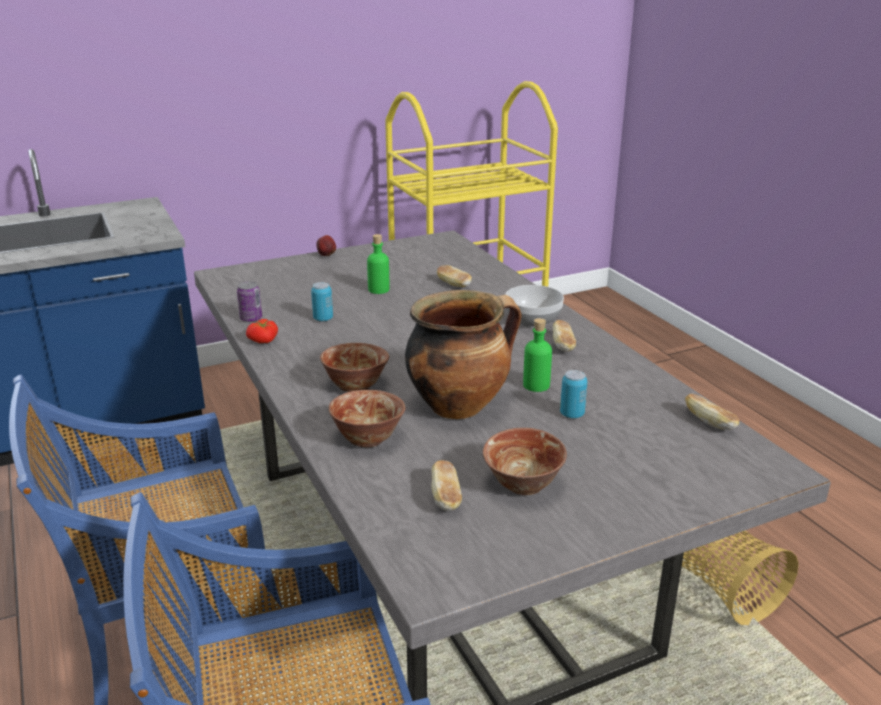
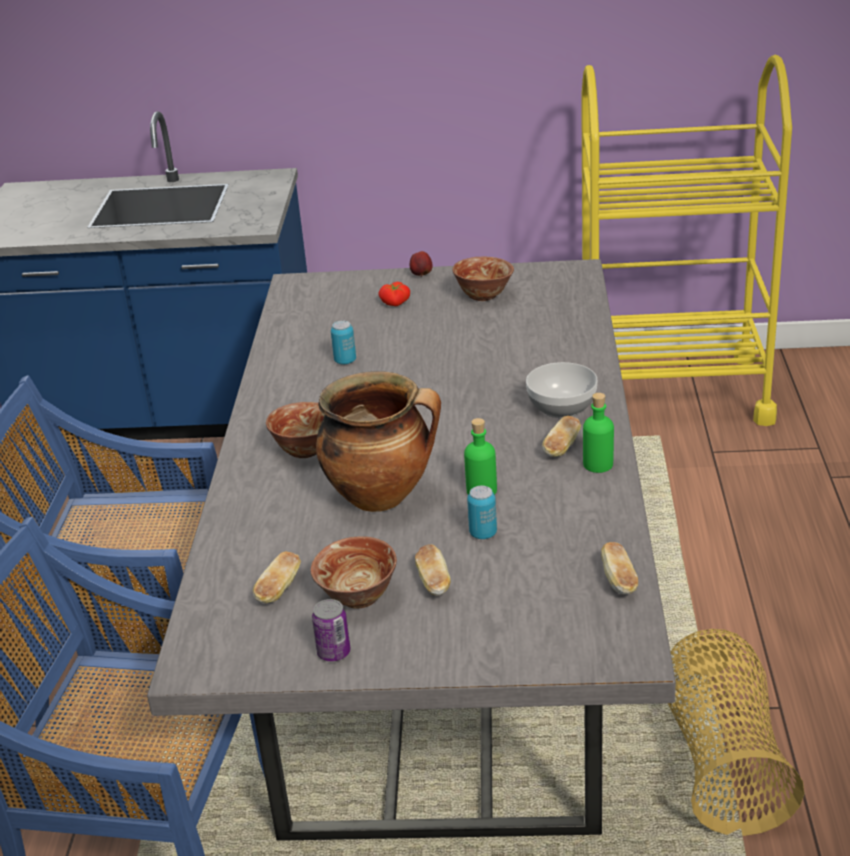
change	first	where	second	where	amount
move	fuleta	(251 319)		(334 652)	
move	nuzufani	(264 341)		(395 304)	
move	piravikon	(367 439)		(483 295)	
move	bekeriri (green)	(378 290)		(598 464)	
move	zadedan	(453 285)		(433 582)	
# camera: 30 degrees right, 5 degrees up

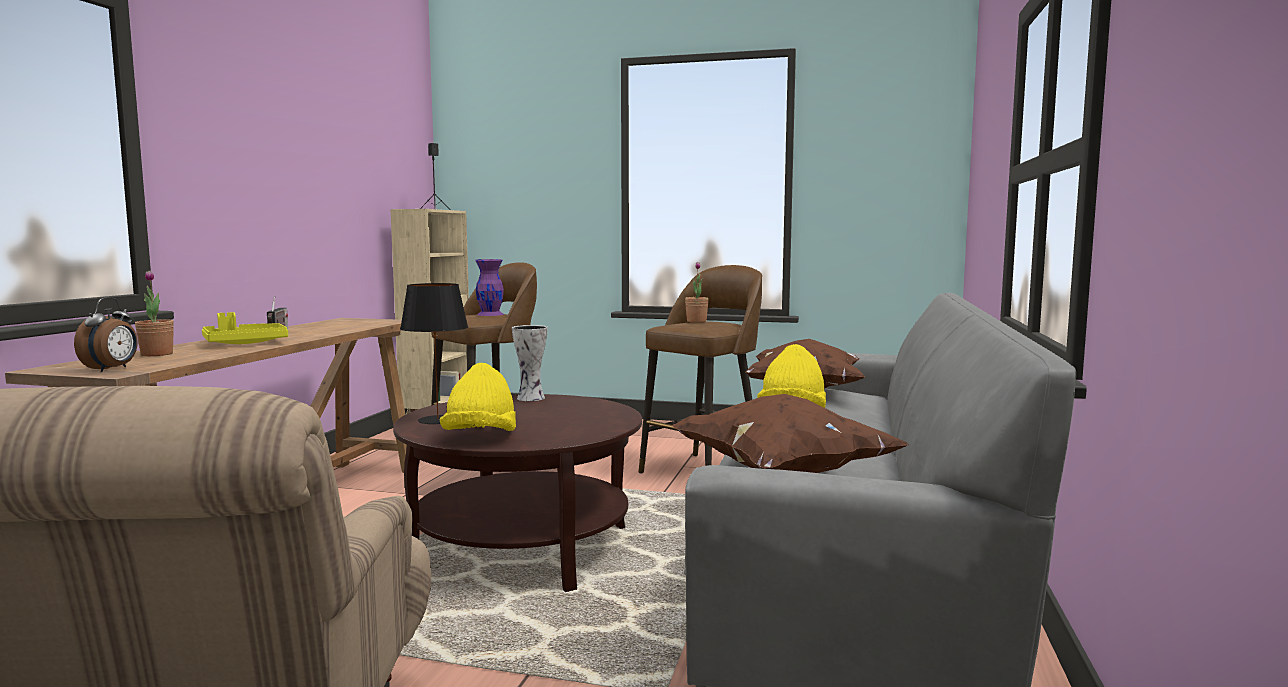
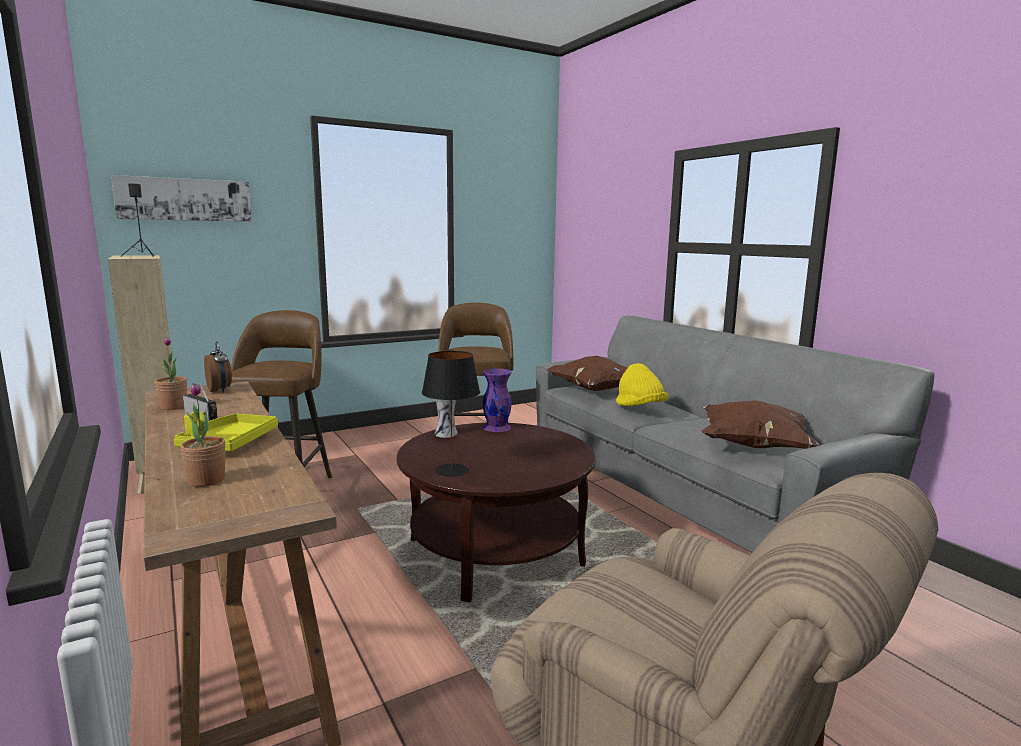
change	first	where	second	where	amount
delete	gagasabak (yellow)	(480 437)			
insert			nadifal	(185 199)	
move	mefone	(112 369)		(220 390)	
move	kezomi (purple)	(490 314)		(496 427)	
move	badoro	(696 321)		(173 407)	
# camera: 45 degrees left, 5 degrees up

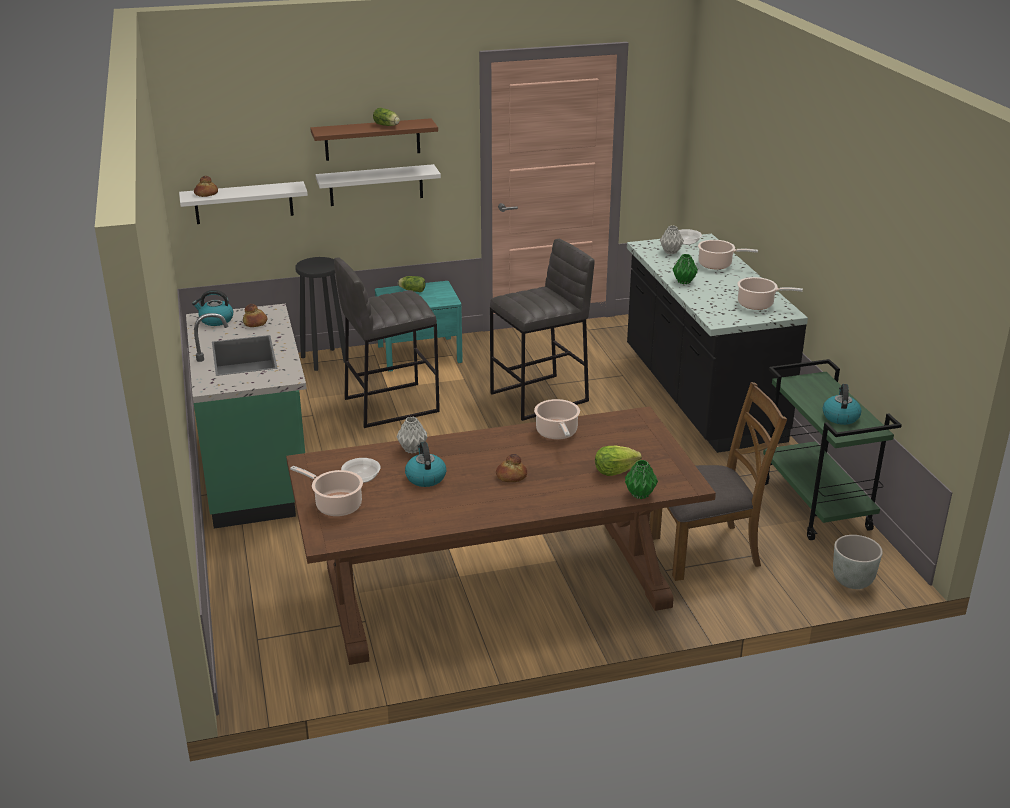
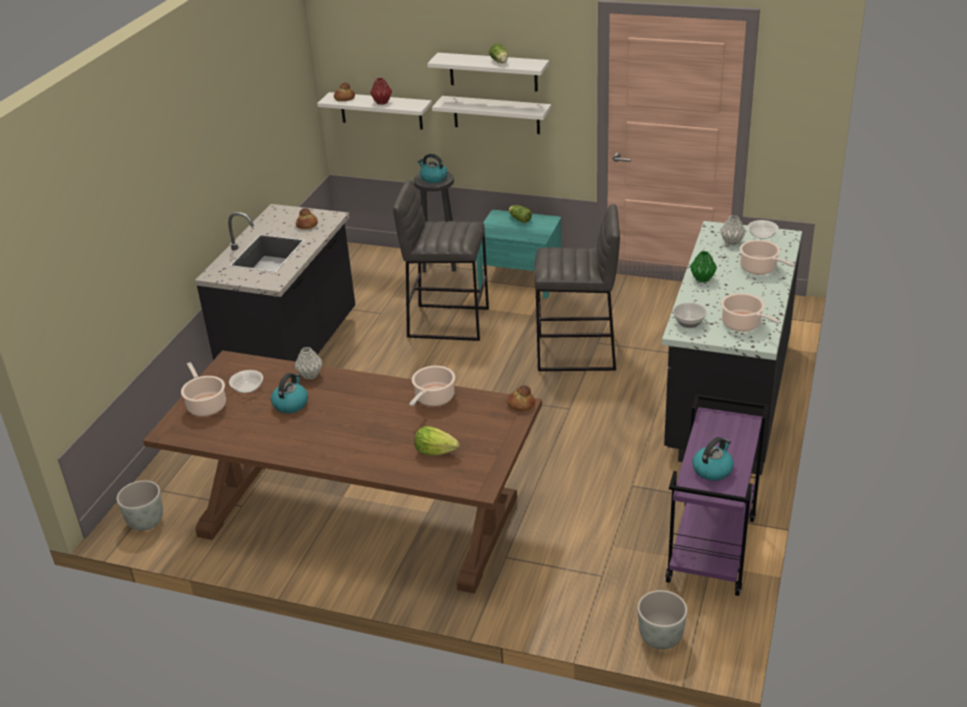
change	first	where	second	where	amount
delete	kezomi (green)	(640 494)			
delete	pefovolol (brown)	(705 551)			
insert			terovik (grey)	(145 522)	
insert			kezomi (red)	(382 102)	
insert			piravikon	(689 323)	
move	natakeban	(216 320)		(433 178)	
move	zadedan	(511 476)		(521 404)	
recolor	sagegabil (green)	(257 473)	sagegabil (black)	(293 352)	
recolor	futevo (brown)	(372 139)	futevo (white)	(493 72)	
recolor	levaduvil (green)	(816 506)	levaduvil (purple)	(712 551)	
# camera: 35 degrees right, 5 degrees up

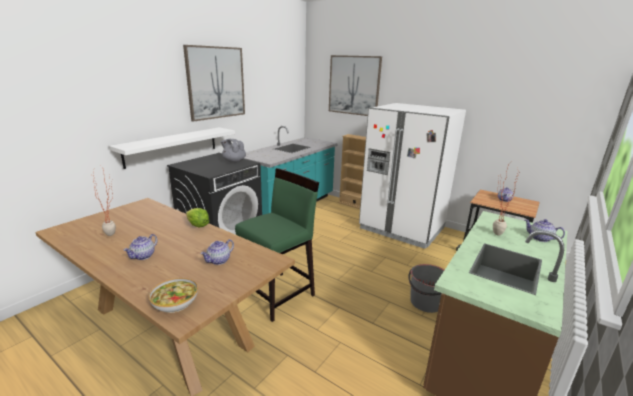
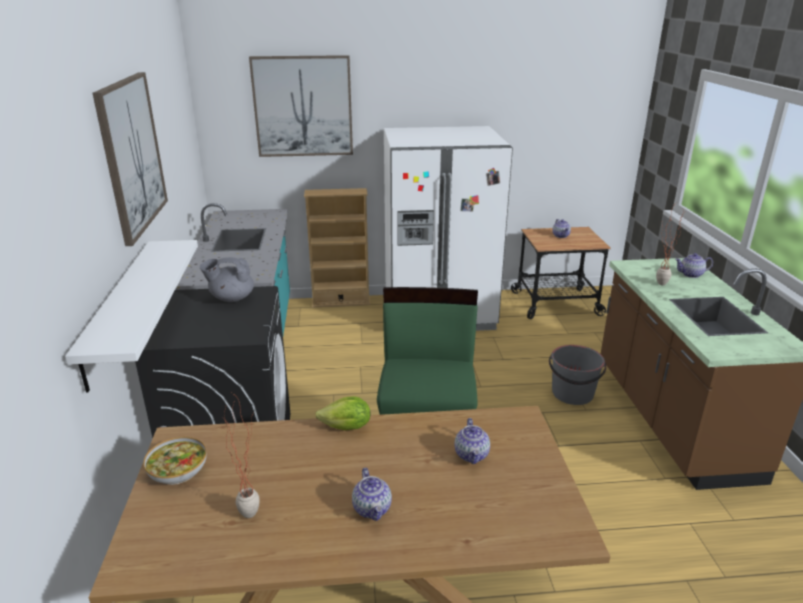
change	first	where	second	where	amount
move	piravikon	(175 303)		(178 471)	
# camera: 40 degrees left, 5 degrees up

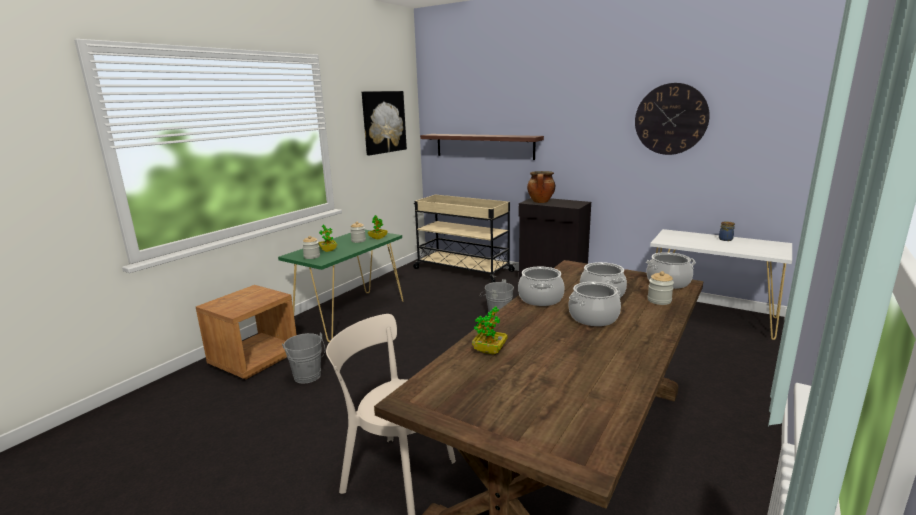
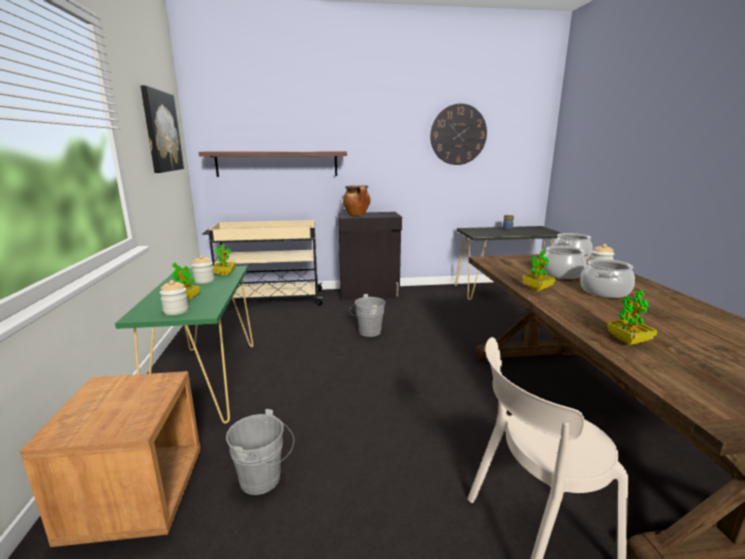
change	first	where	second	where	amount
replace	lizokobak	(540 299)	badoro	(537 288)	
recolor	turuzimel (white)	(710 316)	turuzimel (black)	(504 290)	
# camera: 40 degrees left, 0 degrees up

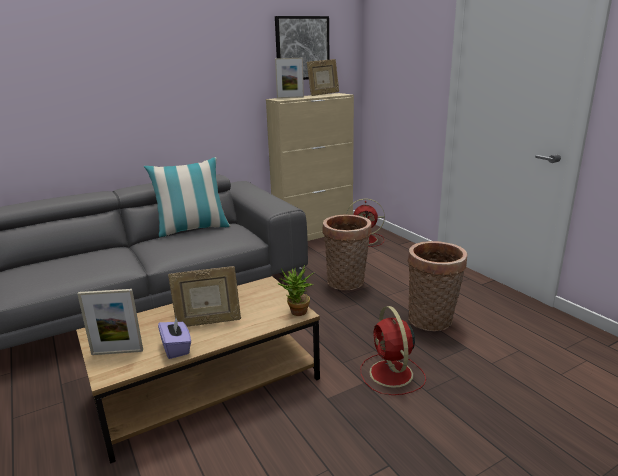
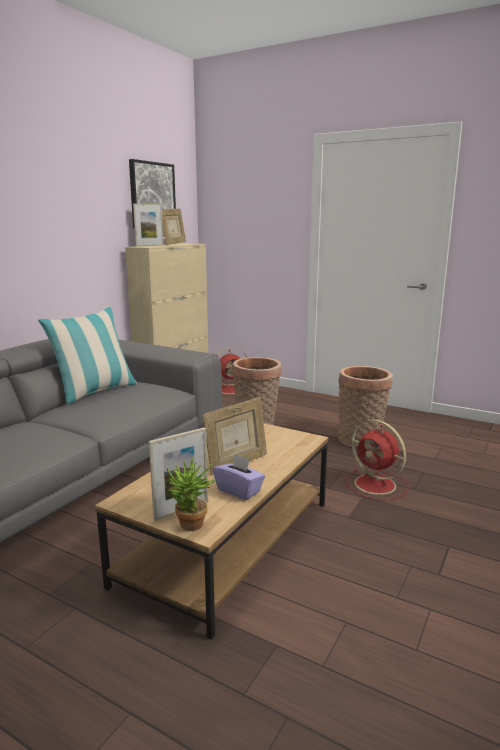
change	first	where	second	where	amount
move	badoro	(296 313)		(191 527)	
# camera: 30 degrees left, 5 degrees down

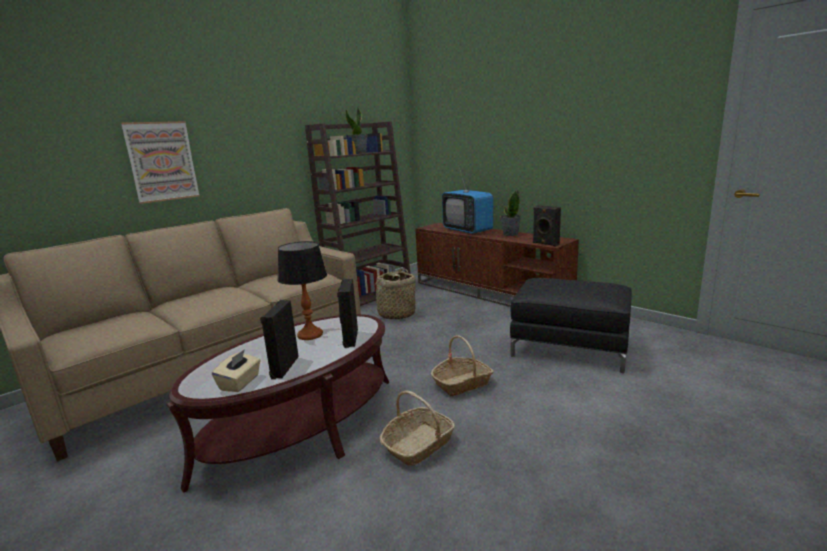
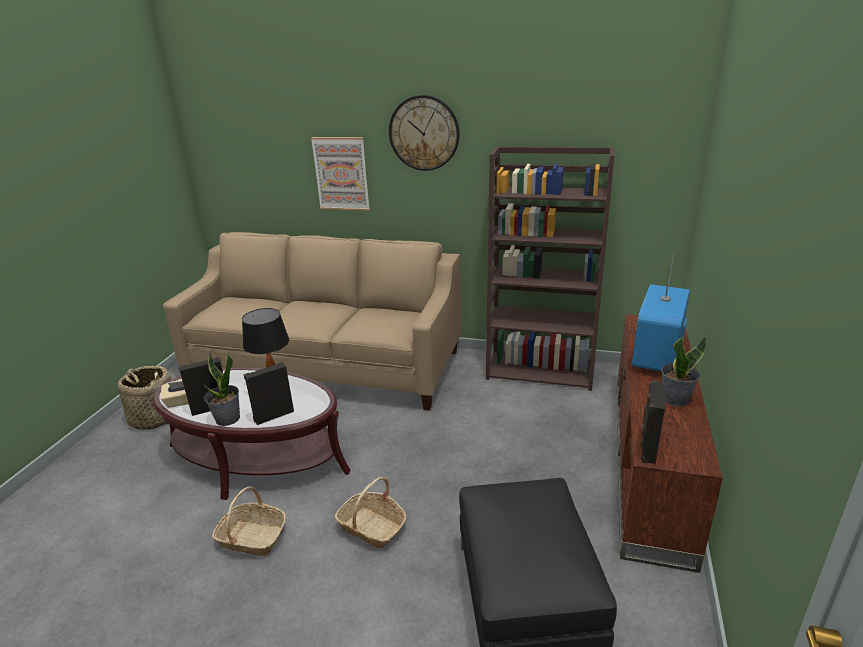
change	first	where	second	where	amount
insert			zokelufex	(424 133)	
move	badoro	(359 153)		(227 419)	
move	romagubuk	(396 314)		(155 418)	
# camera: 60 degrees right, 10 degrees up

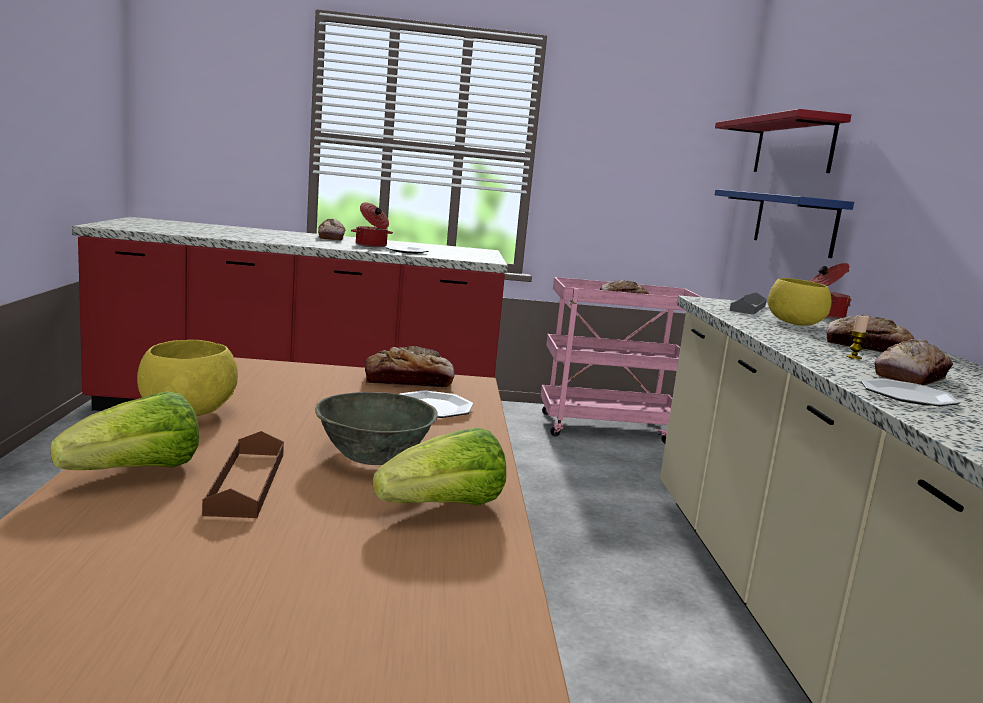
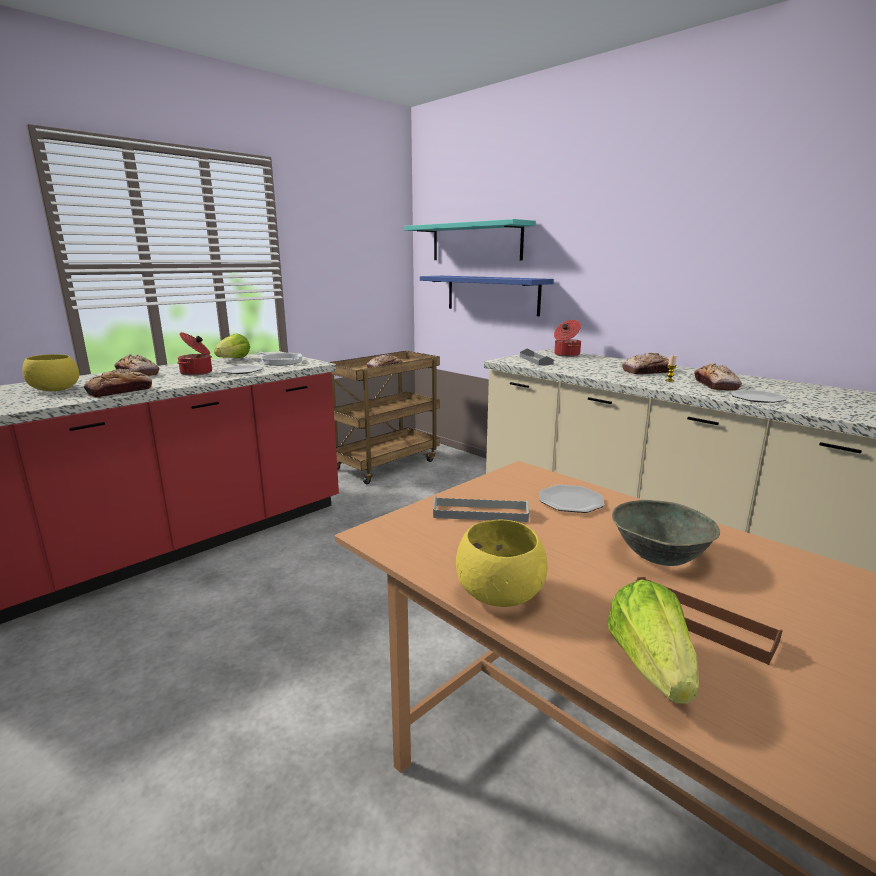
change	first	where	second	where	amount
insert			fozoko	(280 361)	
insert			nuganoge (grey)	(480 513)	
move	zadedan	(408 380)		(120 391)	
move	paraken	(445 507)		(233 359)	
move	piravikon (yellow)	(795 323)		(55 390)	
recolor	levaduvil (pink)	(608 428)	levaduvil (brown)	(386 464)	
recolor	futevo (red)	(793 147)	futevo (turquoise)	(476 242)	
# camera: 40 degrees left, 5 degrees up

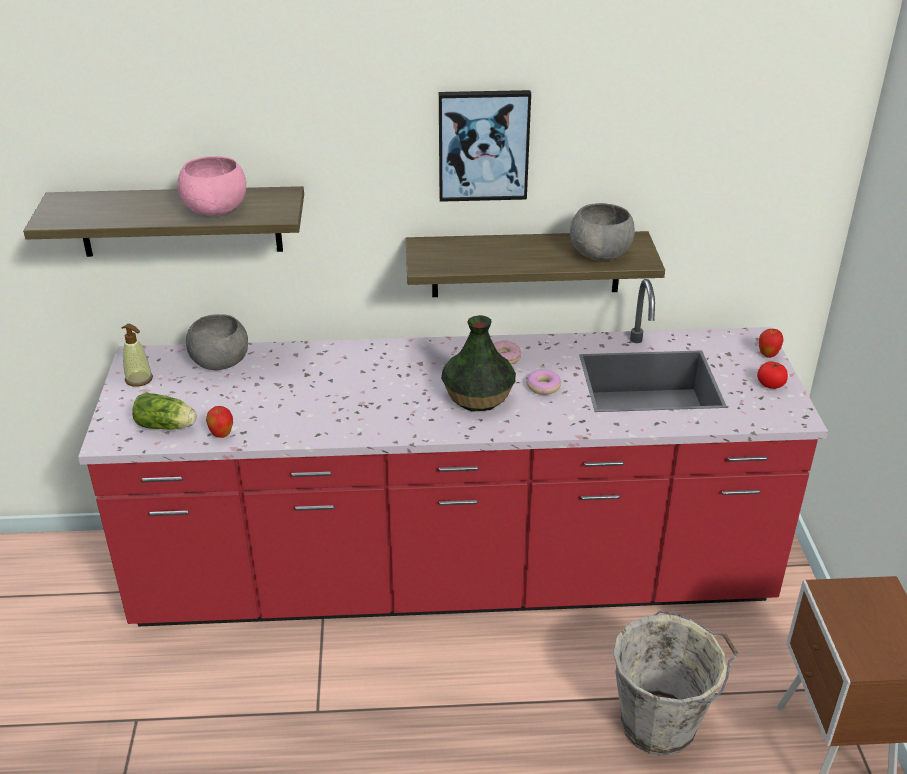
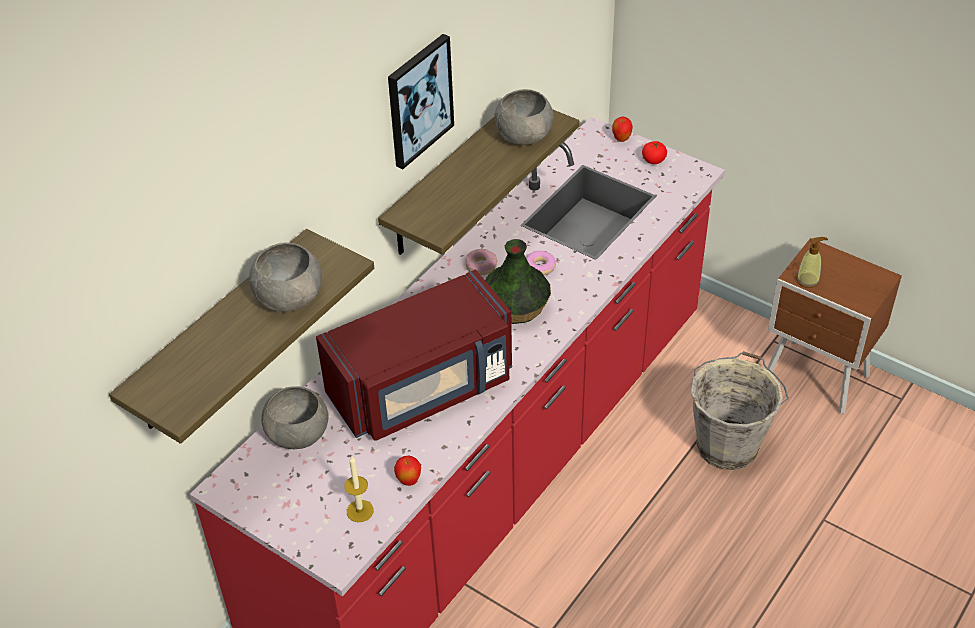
change	first	where	second	where	amount
insert			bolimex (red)	(423 389)	
move	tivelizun	(139 379)		(808 280)	
replace	paraken	(167 426)	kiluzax	(360 511)	
recolor	piravikon (pink)	(214 209)	piravikon (grey)	(289 298)	
# camera: 50 degrees left, 10 degrees up

